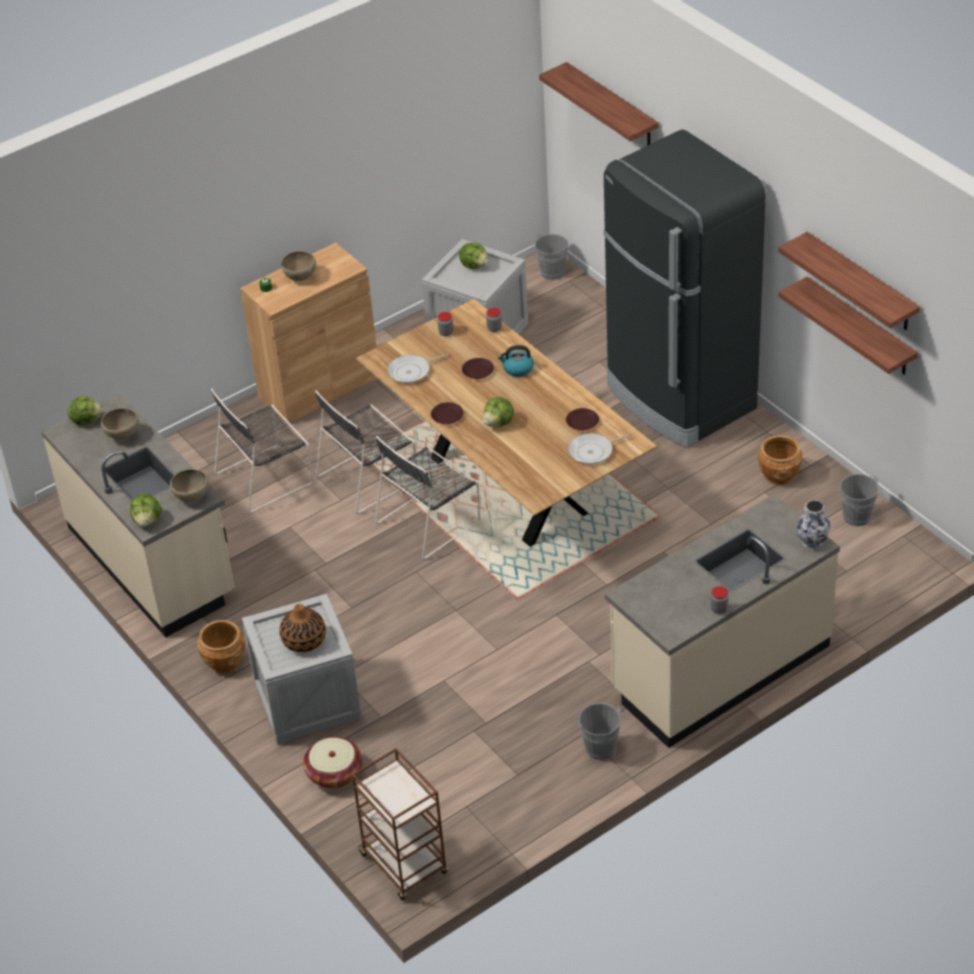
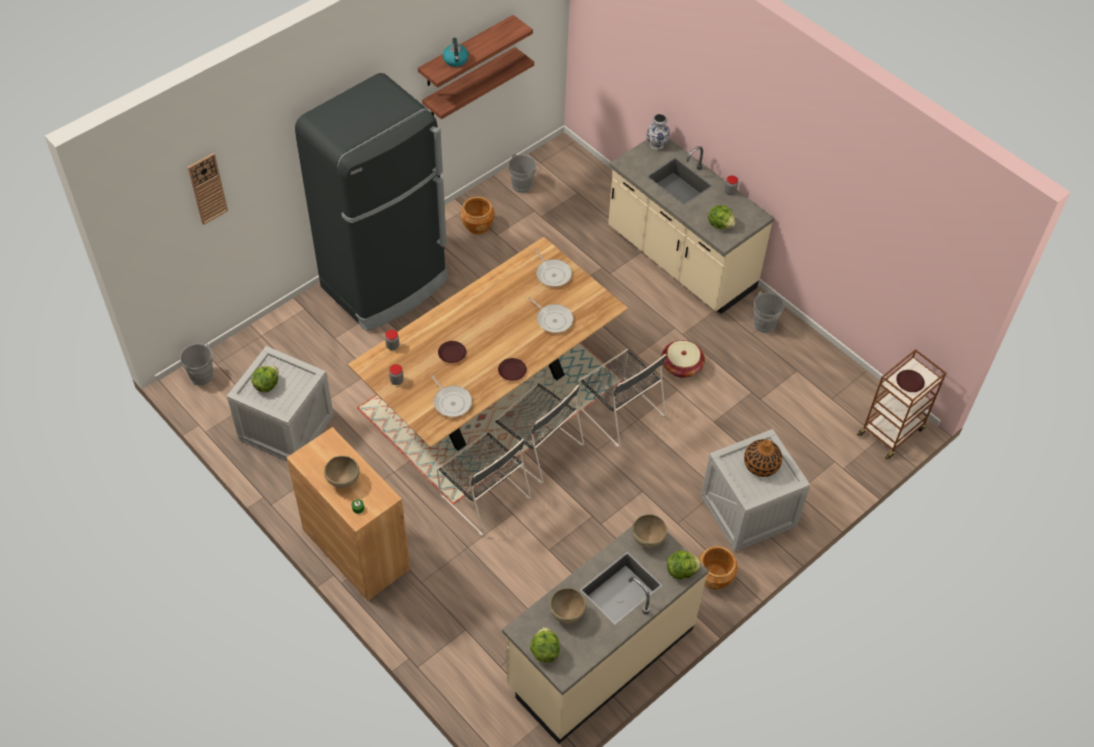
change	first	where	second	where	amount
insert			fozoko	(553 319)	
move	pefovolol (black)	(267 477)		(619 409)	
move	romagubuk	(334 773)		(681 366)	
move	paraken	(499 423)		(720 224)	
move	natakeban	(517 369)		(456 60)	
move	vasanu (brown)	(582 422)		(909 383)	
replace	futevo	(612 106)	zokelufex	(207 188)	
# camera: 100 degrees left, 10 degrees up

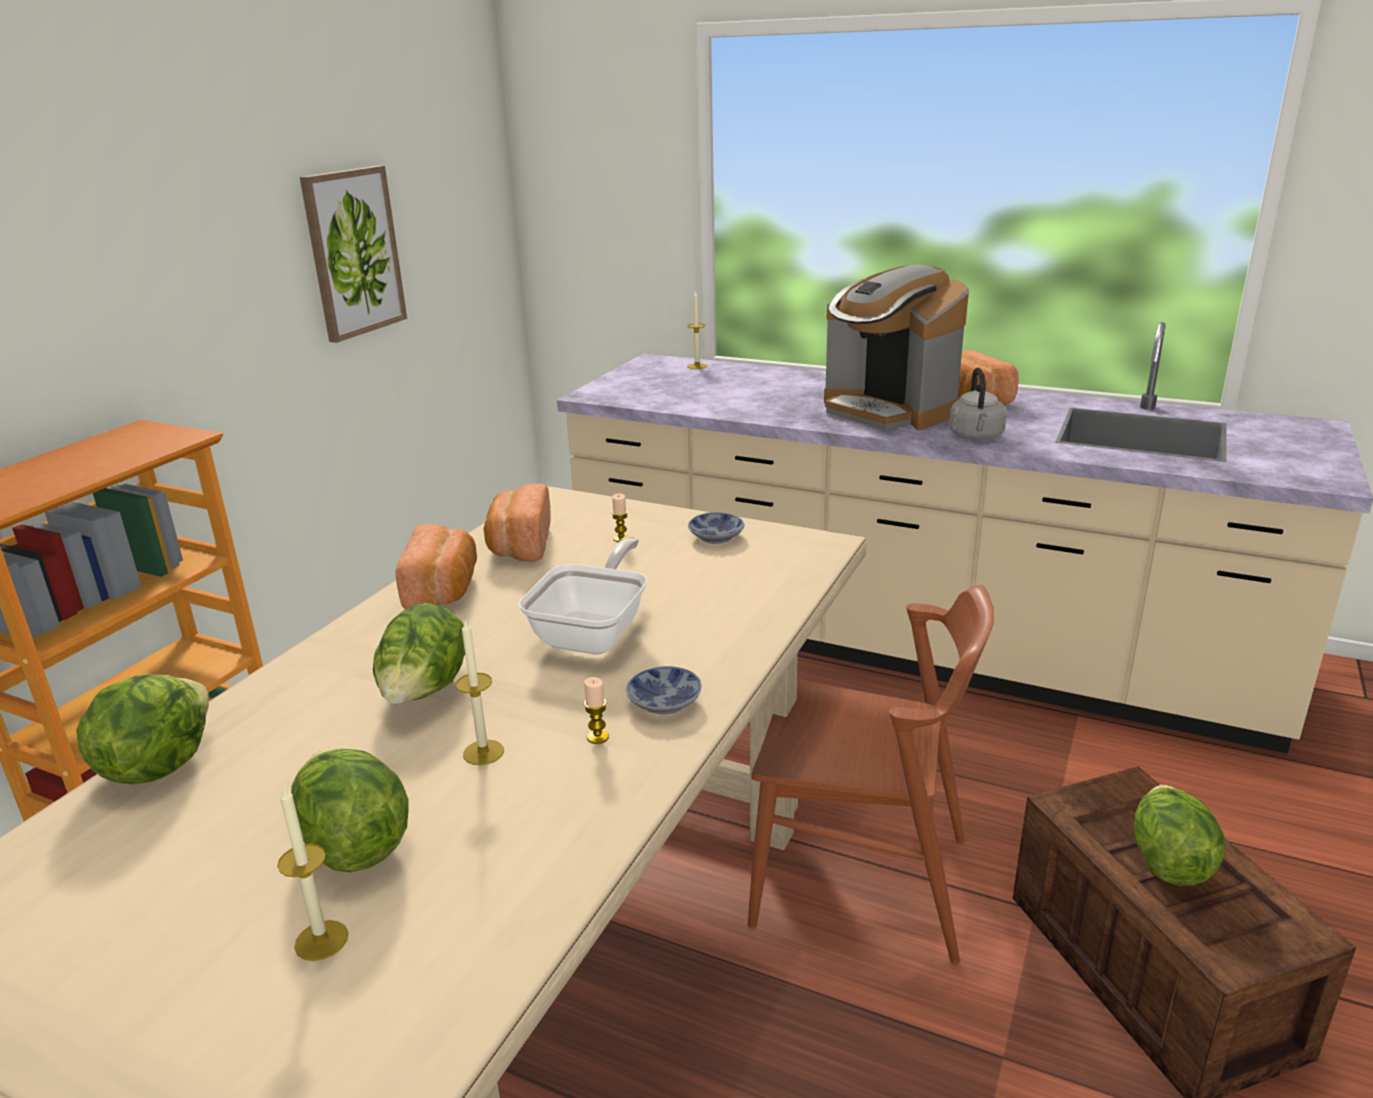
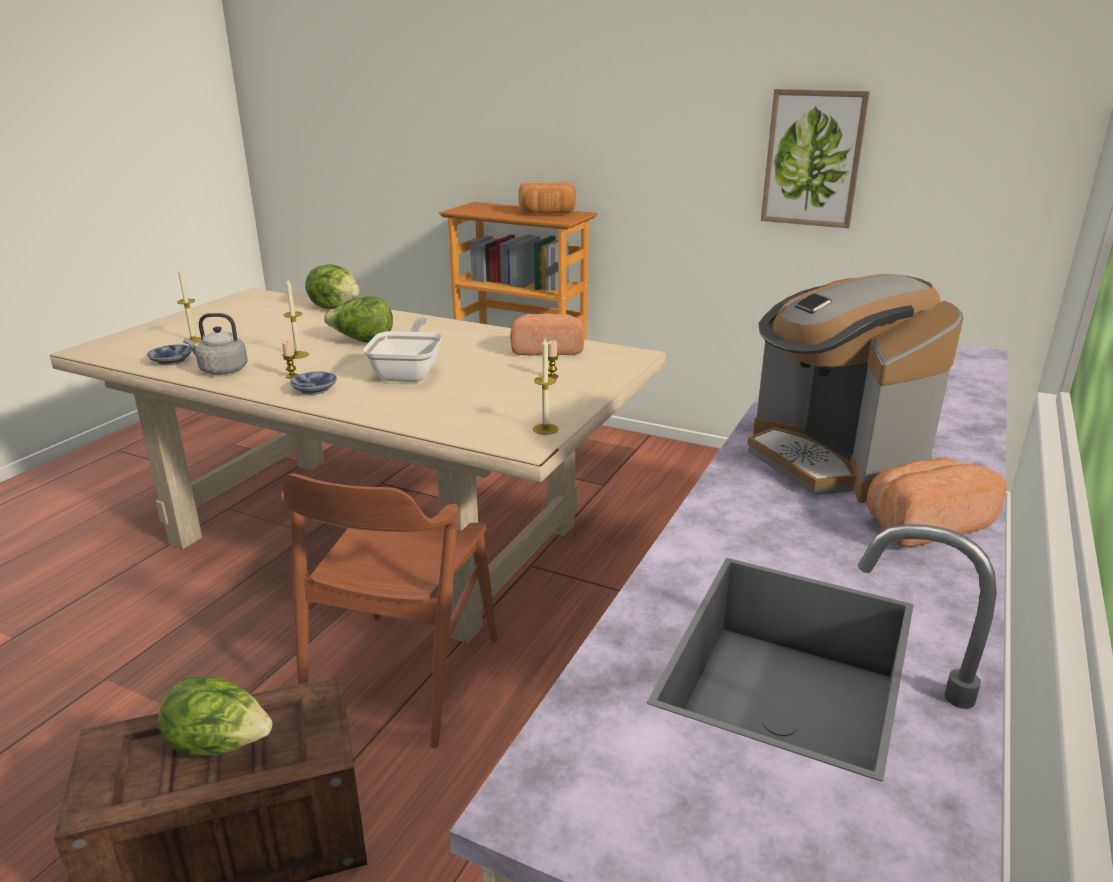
change	first	where	second	where	amount
delete	paraken	(354 843)			
move	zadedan	(444 590)		(547 213)	
move	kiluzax	(697 366)		(545 429)	
move	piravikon	(714 536)		(173 361)	
move	natakeban (grey)	(976 437)		(221 370)	
rotate	fozoko	(595 632)		(409 373)	105 degrees counterclockwise
rotate	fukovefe	(888 410)		(833 461)	75 degrees counterclockwise
# camera: 90 degrees right, 0 degrees up

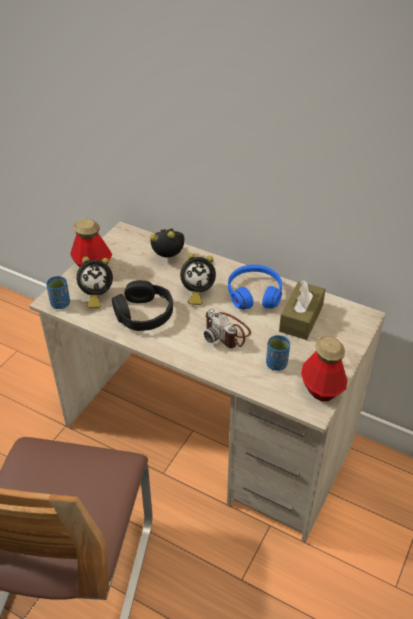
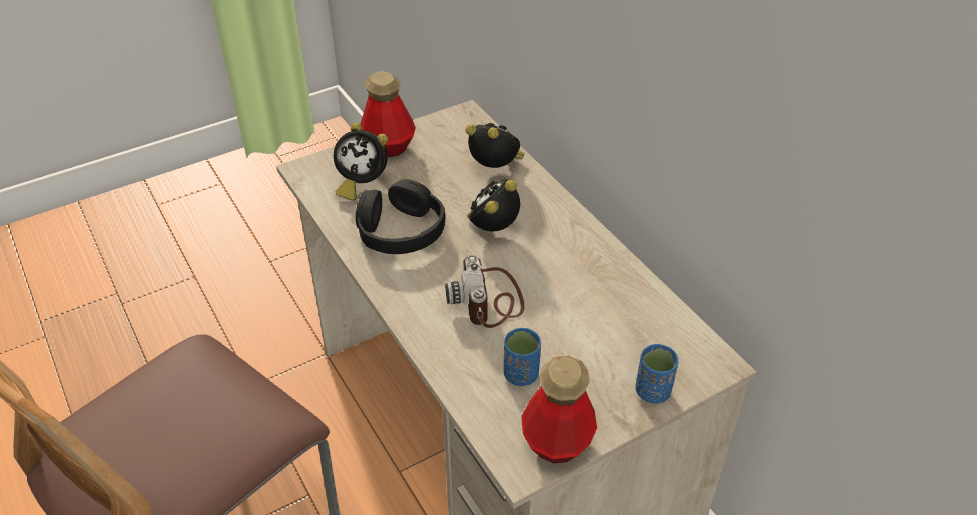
change	first	where	second	where	amount
delete	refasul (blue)	(254 293)			
delete	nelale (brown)	(301 318)			
move	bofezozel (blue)	(60 304)		(653 391)	
rotate	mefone	(196 292)		(493 229)	105 degrees clockwise
# camera: 30 degrees right, 0 degrees up

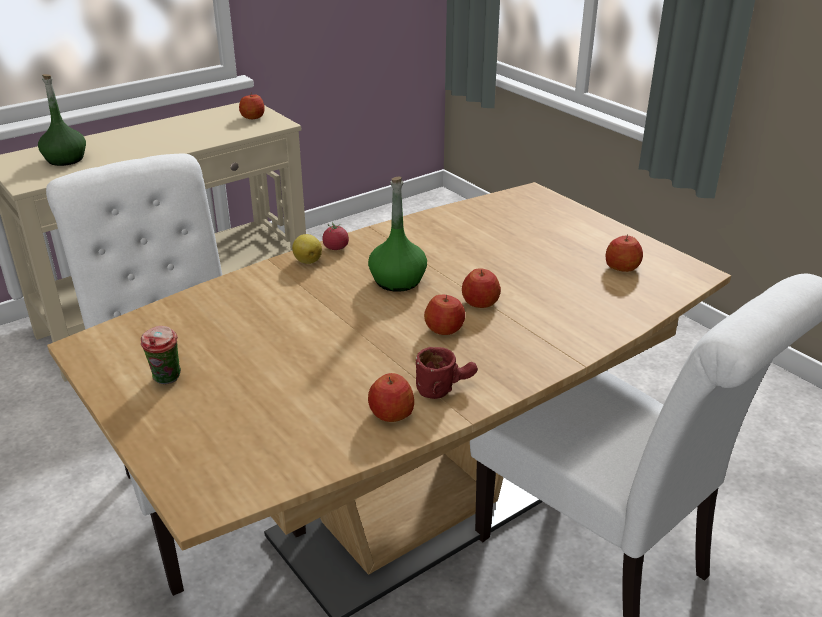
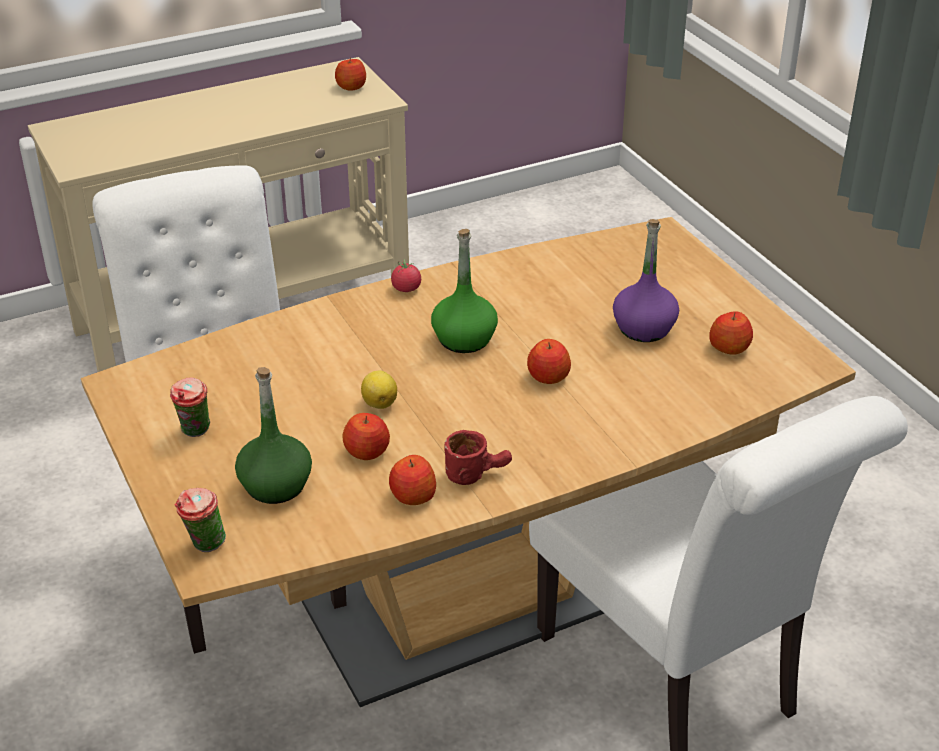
change	first	where	second	where	amount
insert			bofezozel	(204 546)	
insert			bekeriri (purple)	(643 328)	
move	bekeriri (green)	(65 159)		(276 485)	
move	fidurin	(307 260)		(379 402)	
move	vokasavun	(445 329)		(367 451)	
# camera: 10 degrees right, 5 degrees up

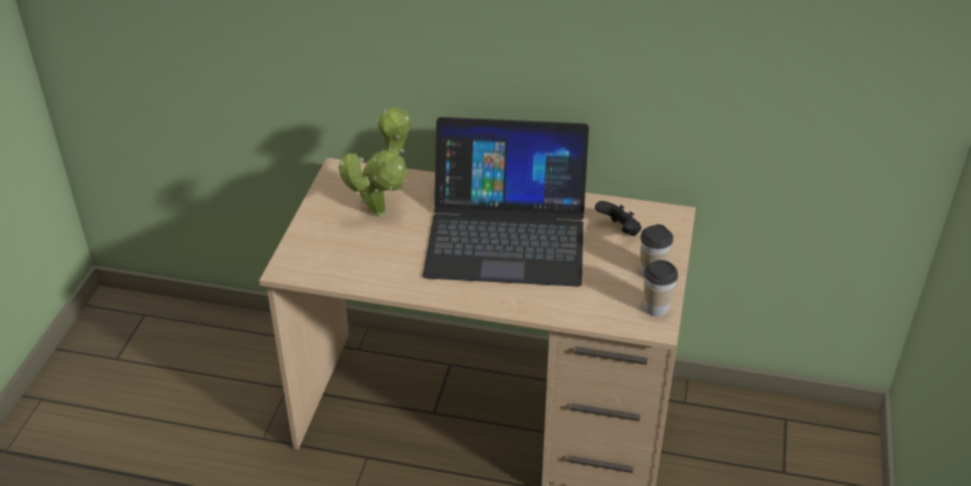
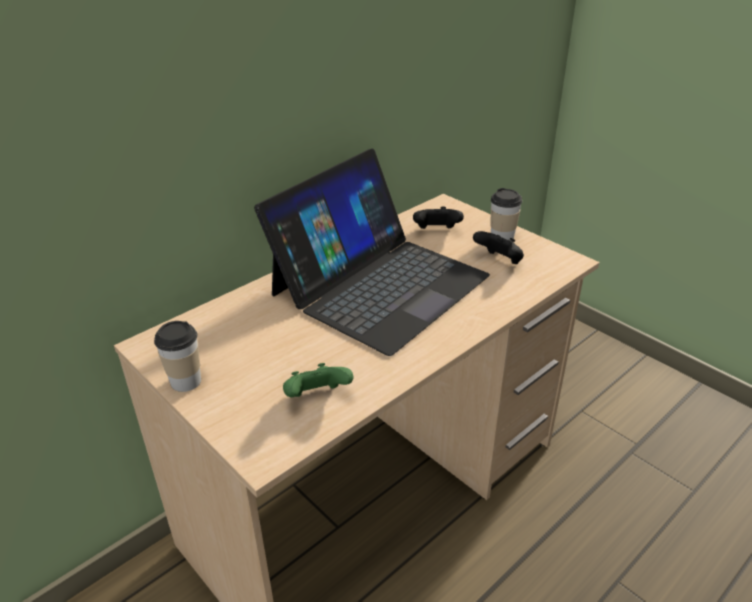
change	first	where	second	where	amount
delete	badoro	(382 209)			
insert			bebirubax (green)	(317 397)	
insert			bebirubax (black)	(499 261)	
move	bofezozel	(656 307)		(185 381)	
# camera: 55 degrees left, 5 degrees down

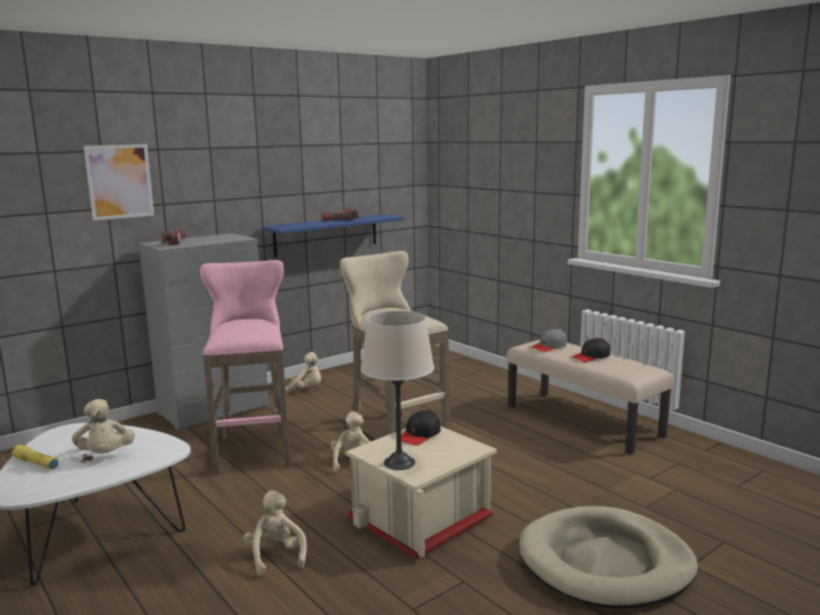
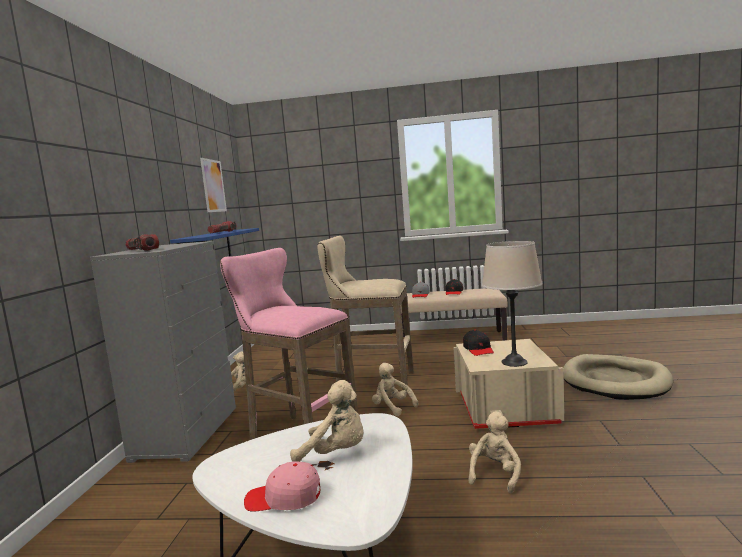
change	first	where	second	where	amount
move	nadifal	(119 181)		(213 186)	
replace	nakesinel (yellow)	(35 463)	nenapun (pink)	(284 498)	
rotate	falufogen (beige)	(276 556)		(495 474)	90 degrees clockwise
# camera: 45 degrees left, 5 degrees down

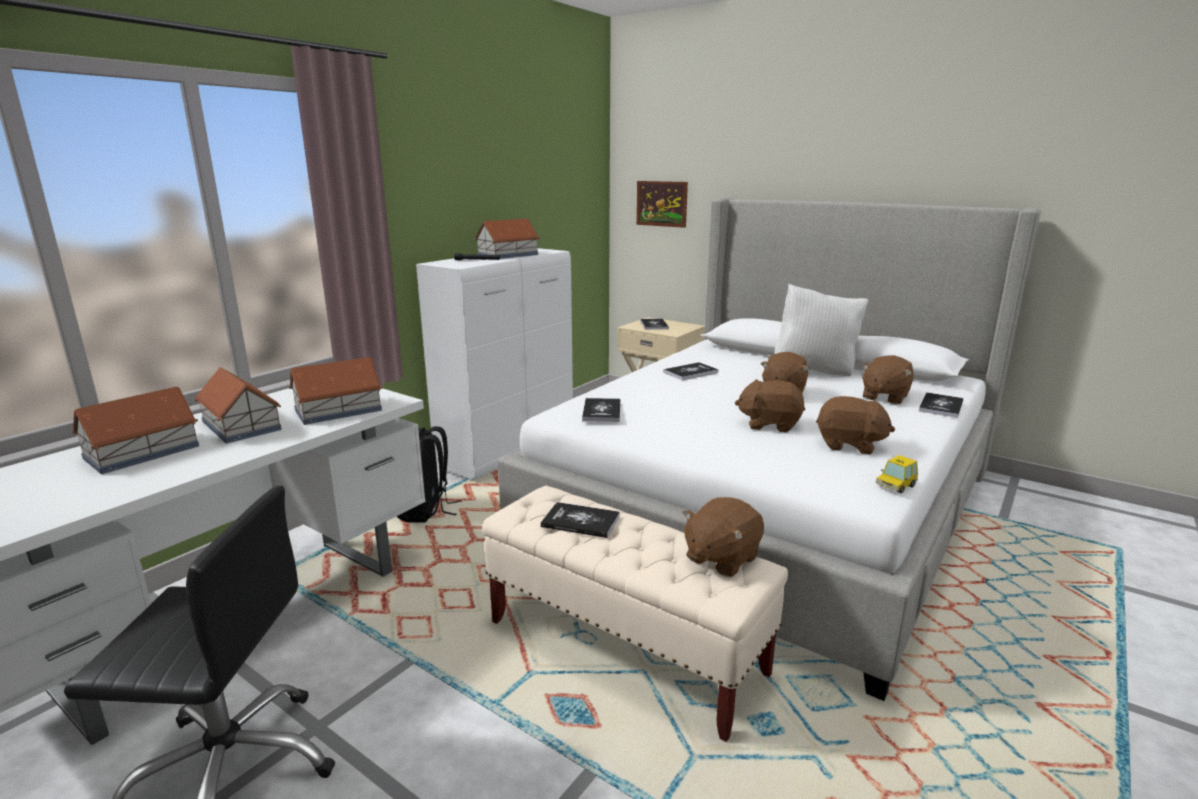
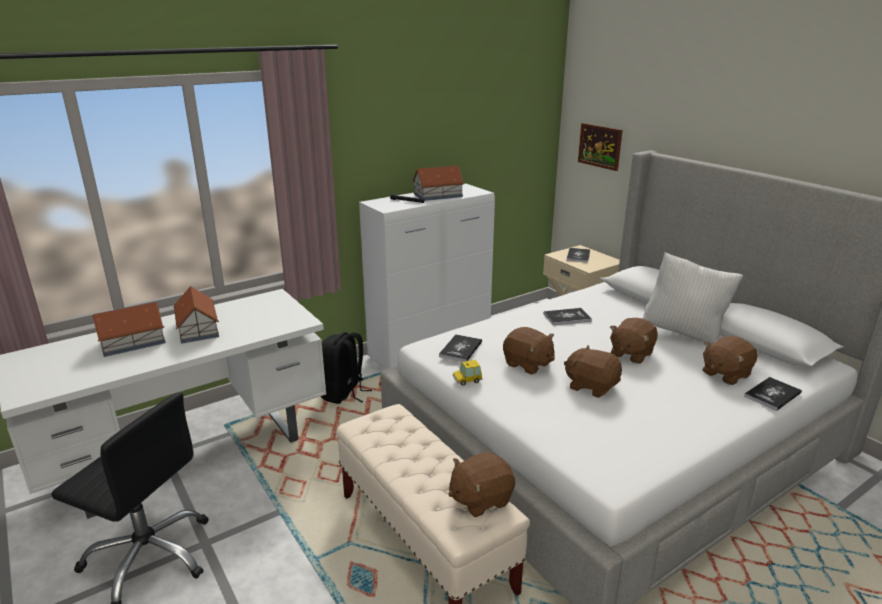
change	first	where	second	where	amount
delete	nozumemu	(337 410)			
delete	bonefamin	(580 521)			
move	falufogen (brown)	(850 445)		(528 364)	
move	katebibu	(895 485)		(467 380)	
# camera: 20 degrees right, 5 degrees up

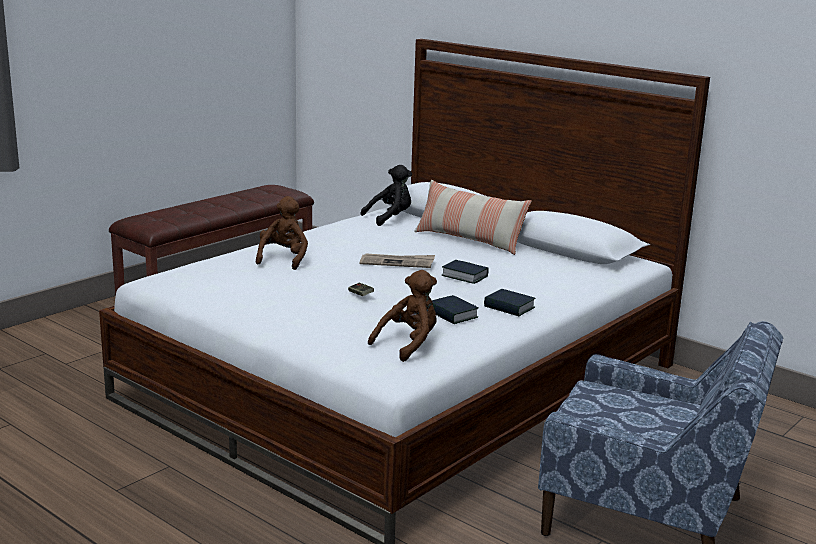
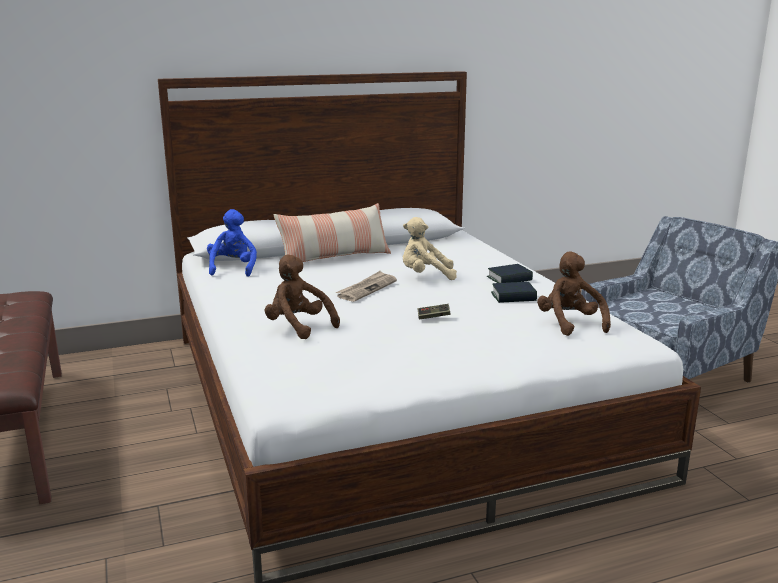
change	first	where	second	where	amount
replace	bonefamin	(464 276)	falufogen (beige)	(425 276)	
recolor	falufogen (black)	(390 218)	falufogen (blue)	(233 268)	
# camera: 60 degrees left, 0 degrees up

